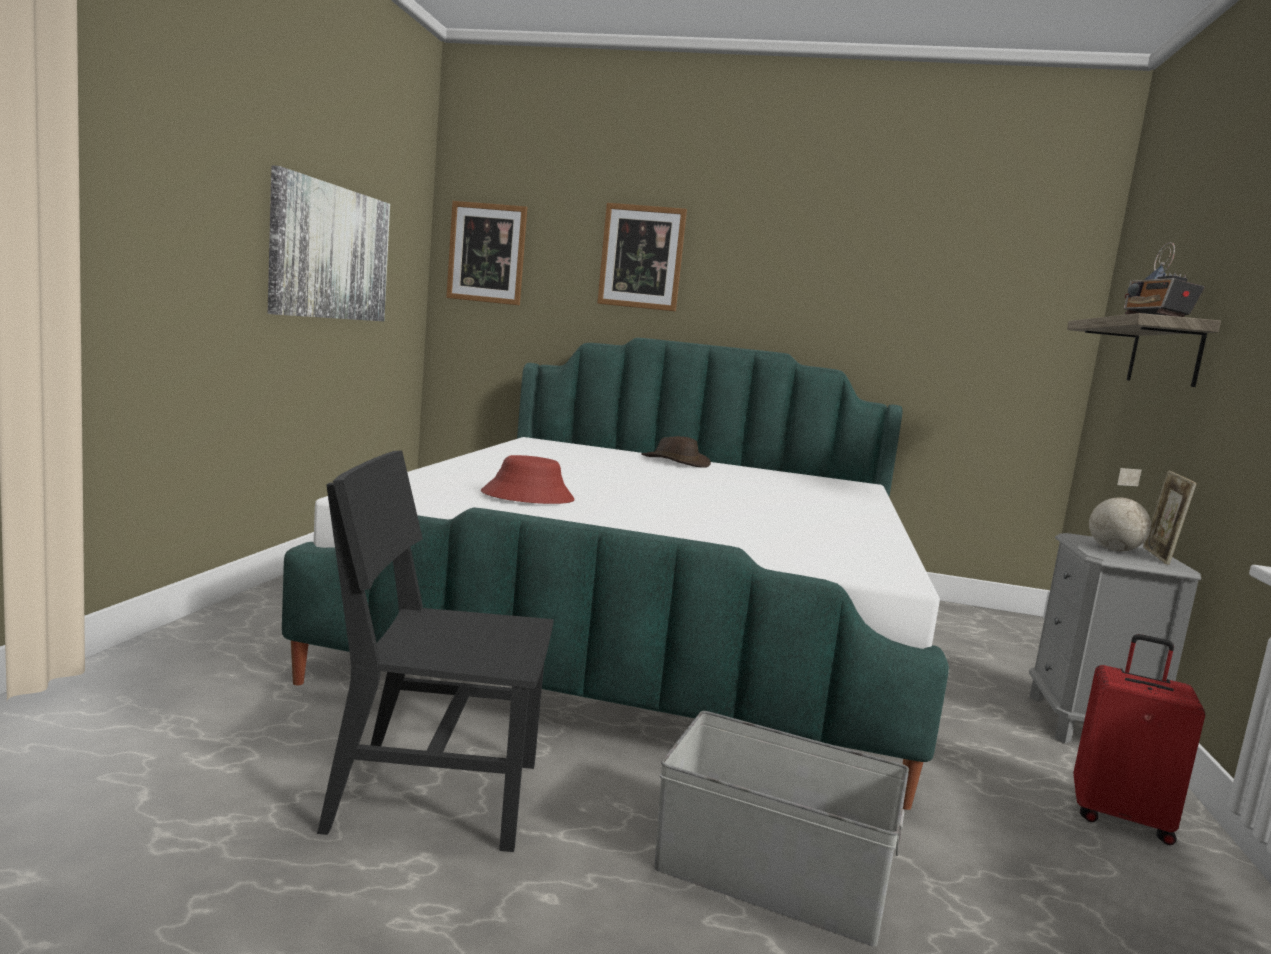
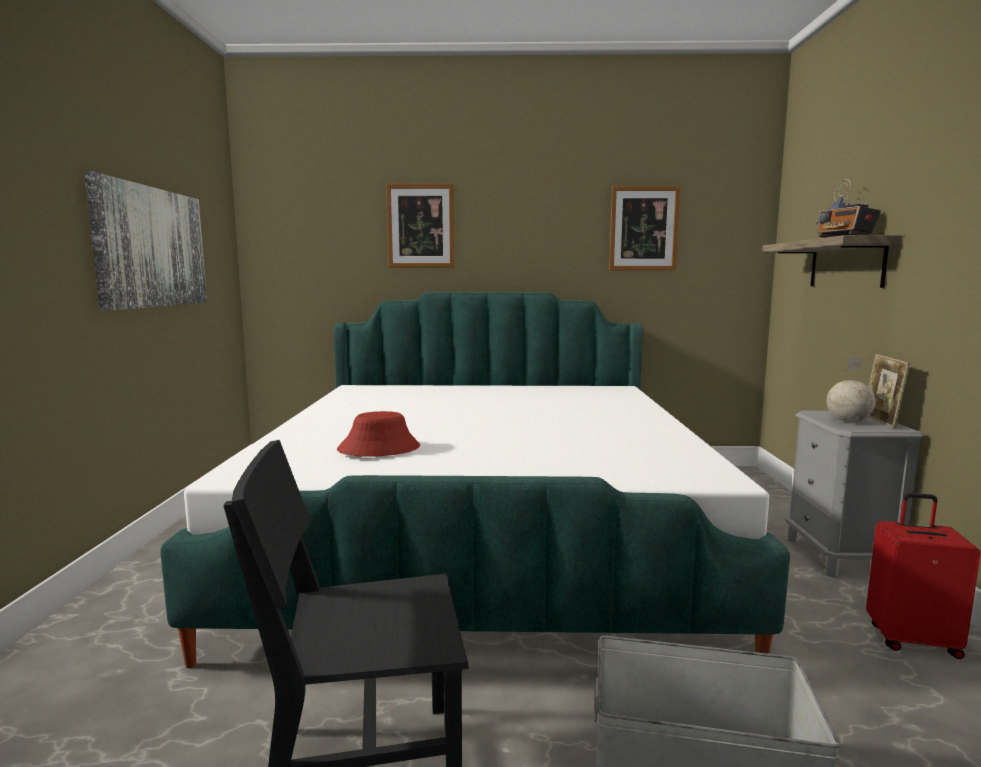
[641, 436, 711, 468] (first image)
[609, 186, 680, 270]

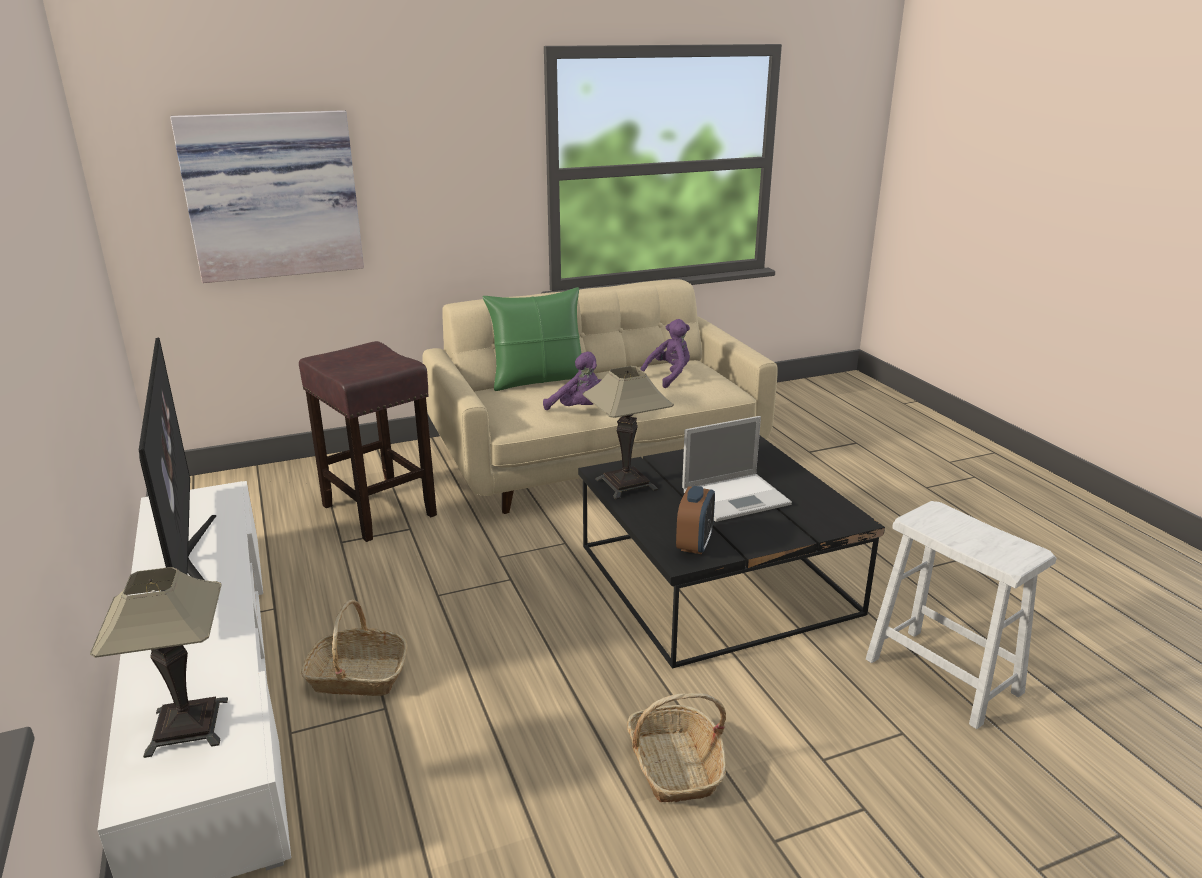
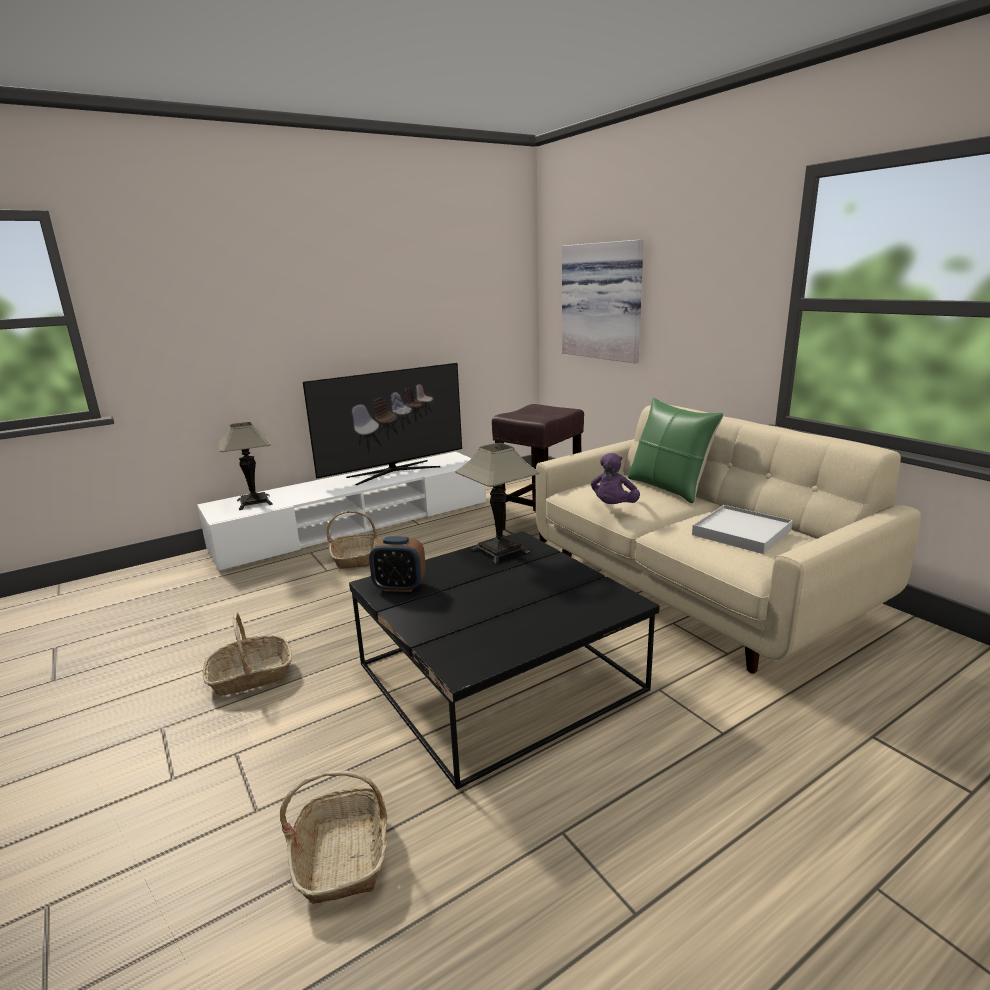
[682, 416, 792, 522] (first image)
[692, 505, 793, 554]
[280, 770, 387, 904]

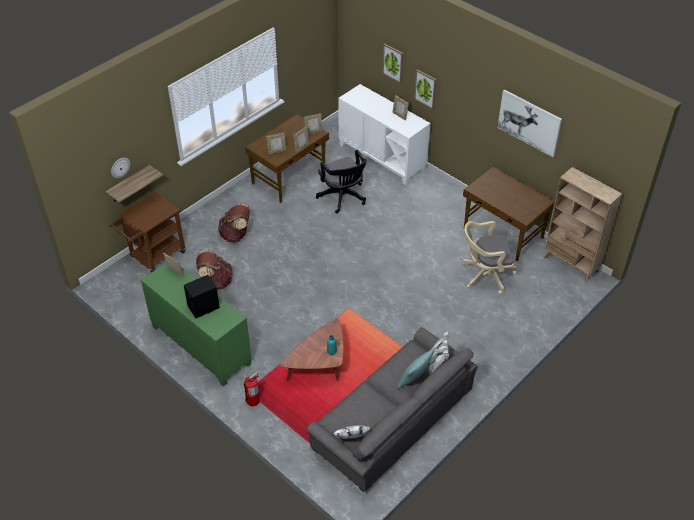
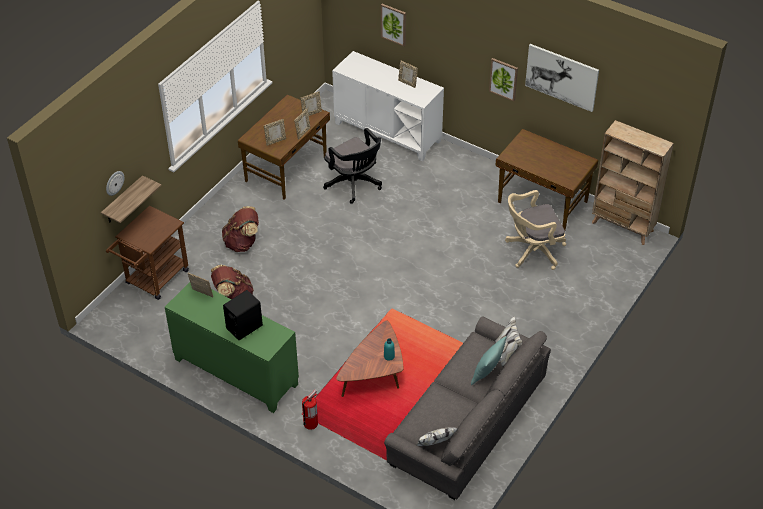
[489, 58, 518, 101]

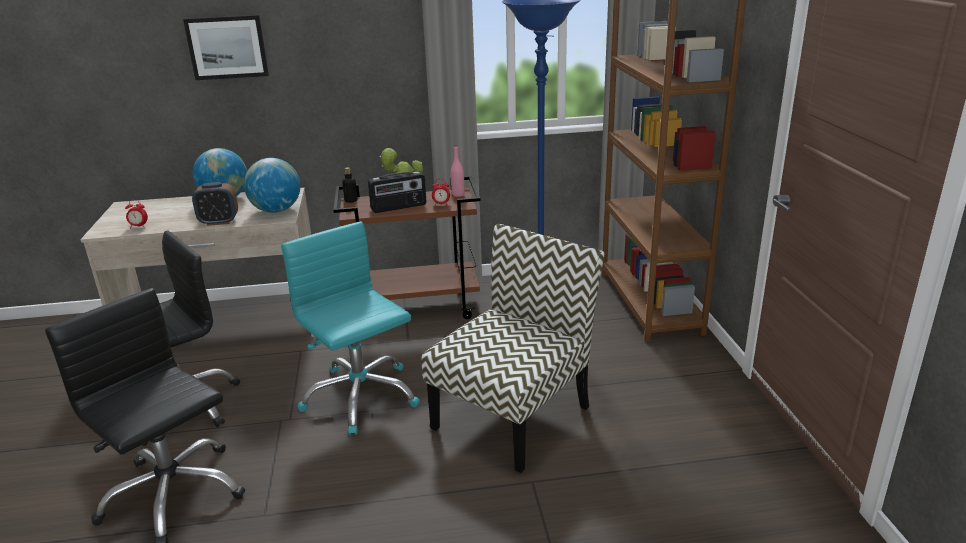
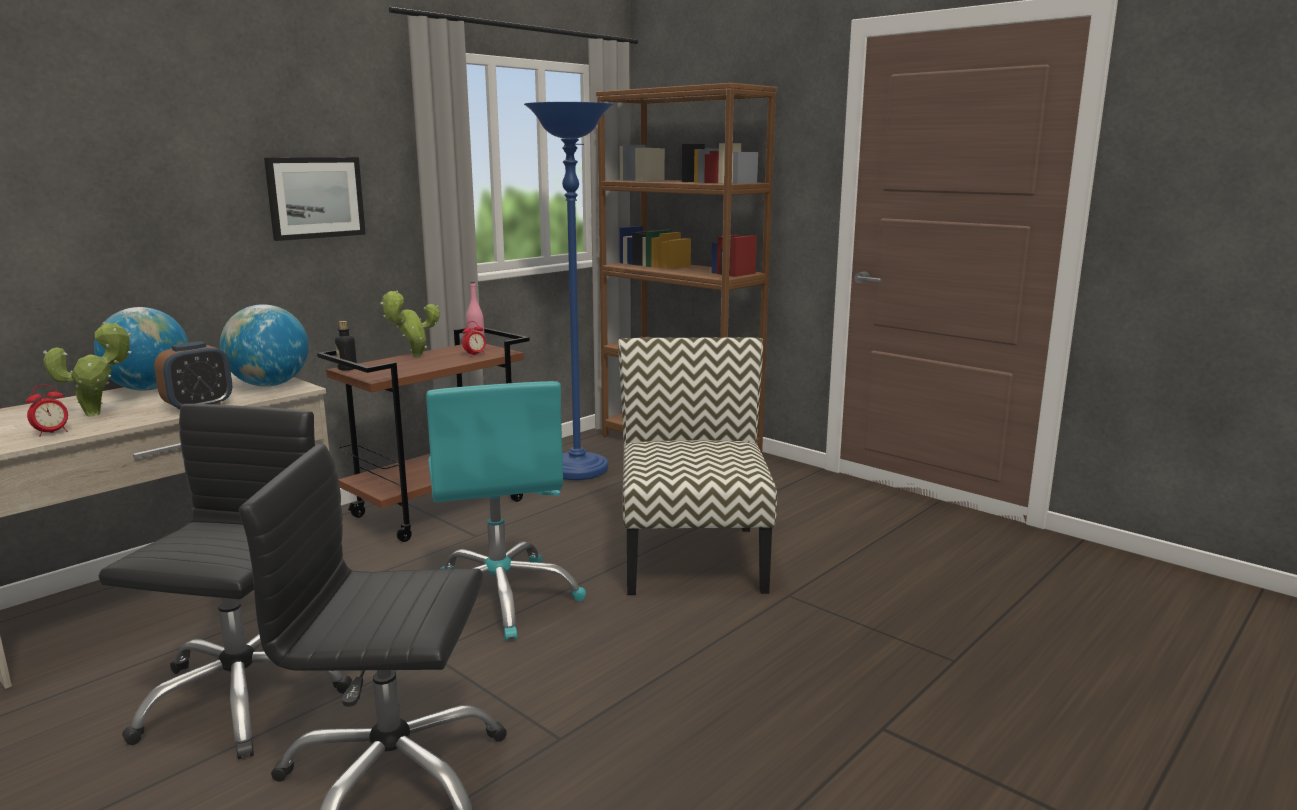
[368, 171, 426, 213] (first image)
[43, 321, 132, 417]
[264, 157, 366, 241]
[426, 381, 586, 641]

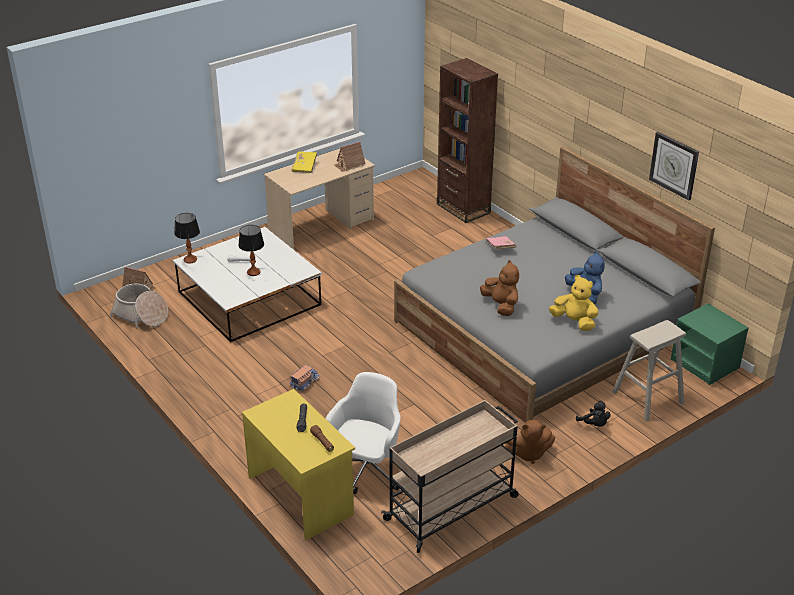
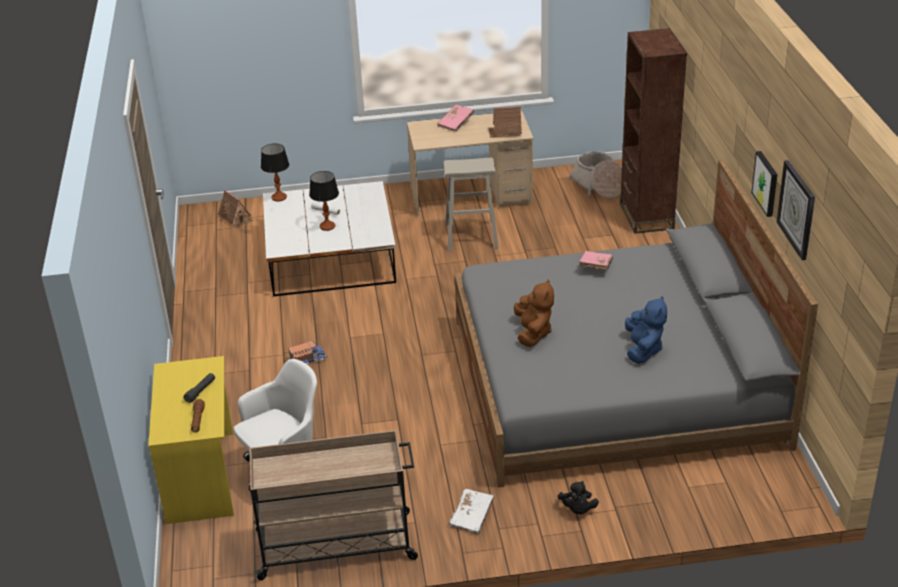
[549, 275, 598, 331] (first image)
[671, 303, 749, 385] (first image)
[751, 151, 777, 217]
[568, 151, 622, 198]
[443, 158, 499, 251]
[449, 489, 494, 534]
[437, 105, 474, 132]

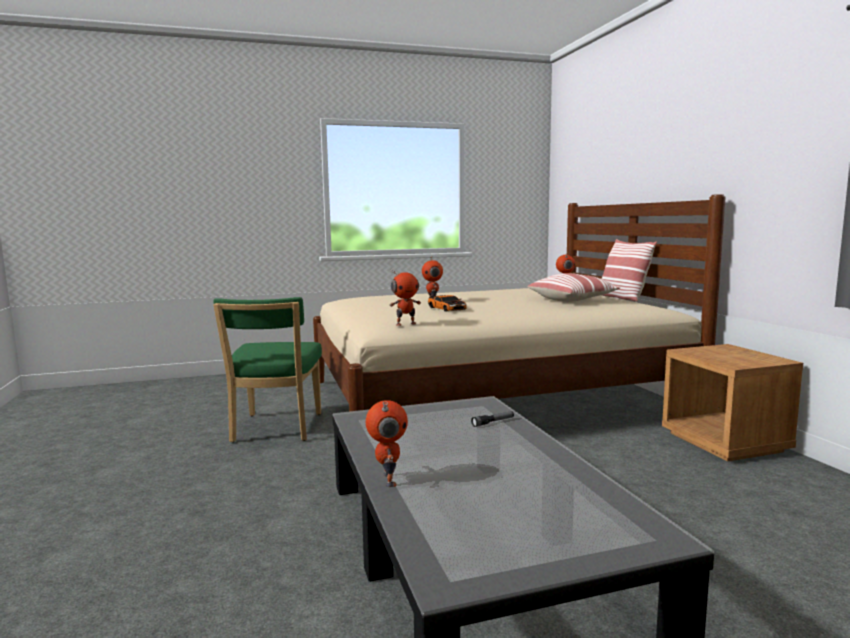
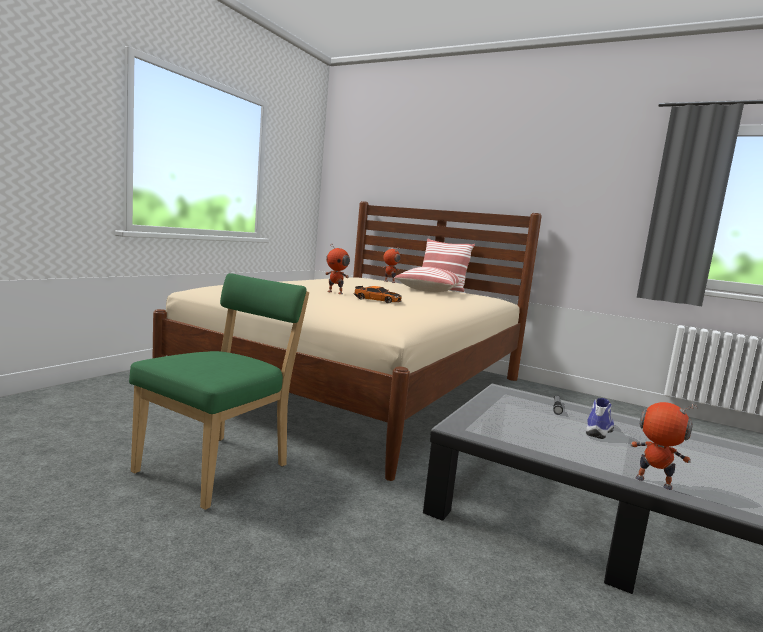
[389, 269, 421, 326] (first image)
[662, 344, 803, 461] (first image)
[586, 398, 614, 439]
[129, 273, 309, 510]

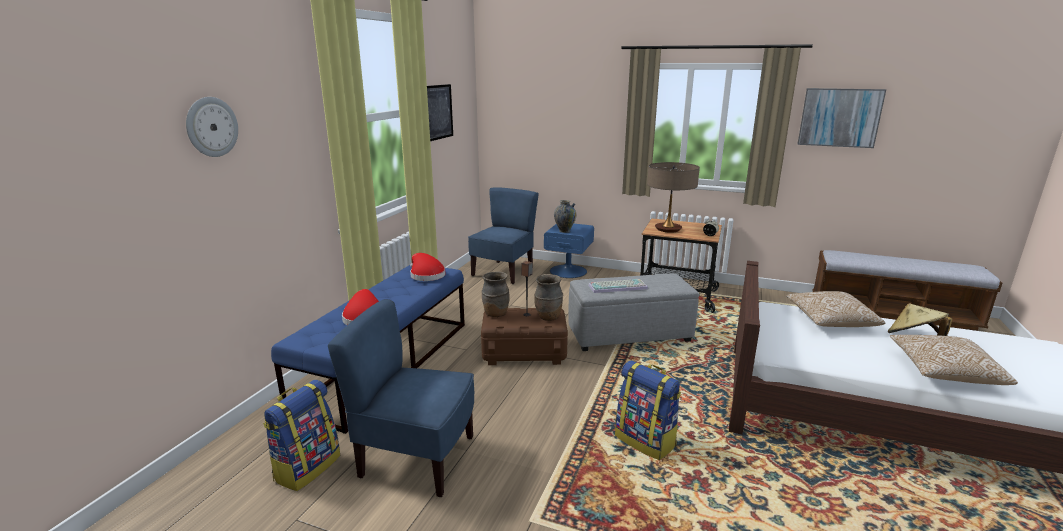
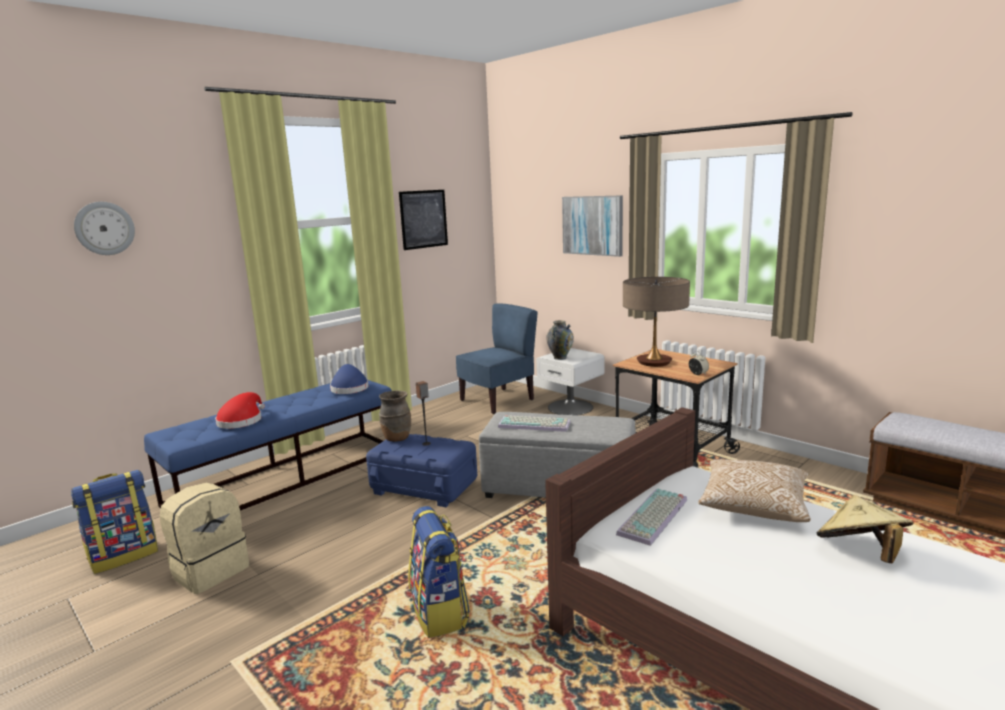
[534, 274, 563, 321] (first image)
[890, 335, 1018, 385] (first image)
[616, 489, 687, 546]
[562, 195, 623, 257]
[160, 483, 249, 594]
[330, 364, 368, 394]
[366, 434, 477, 507]
[536, 348, 605, 415]

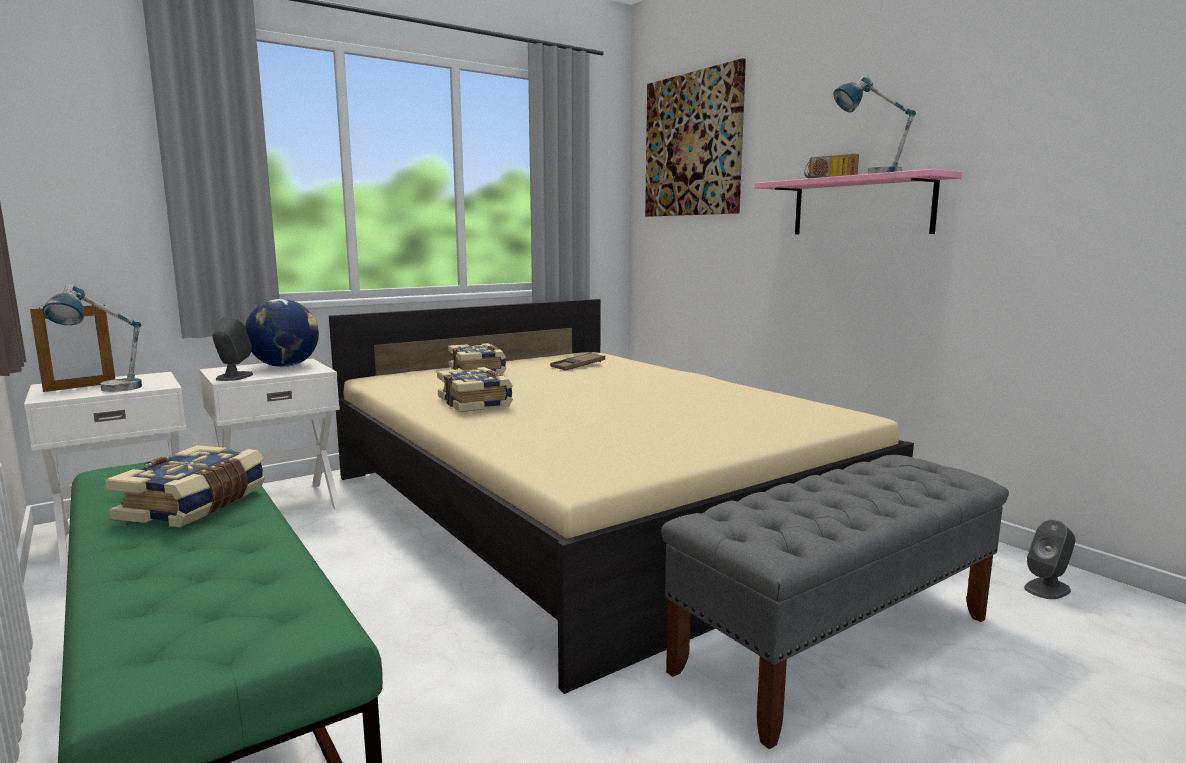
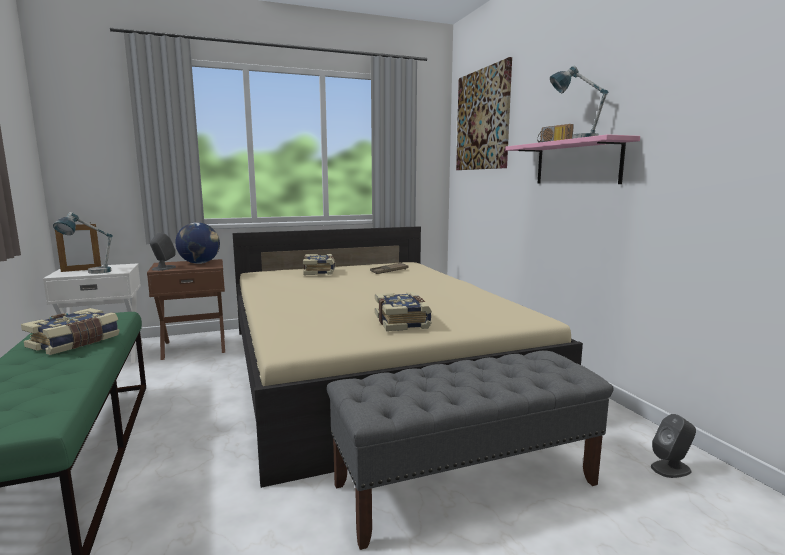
[375, 292, 432, 331]
[147, 259, 225, 360]

